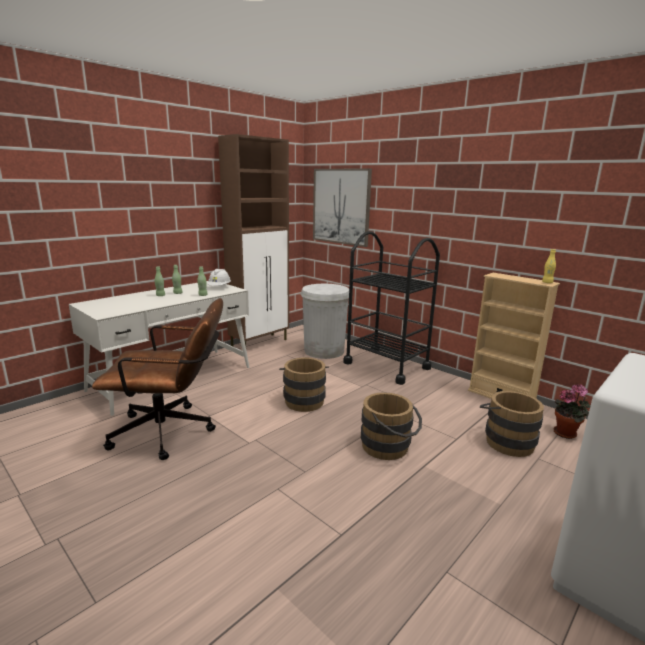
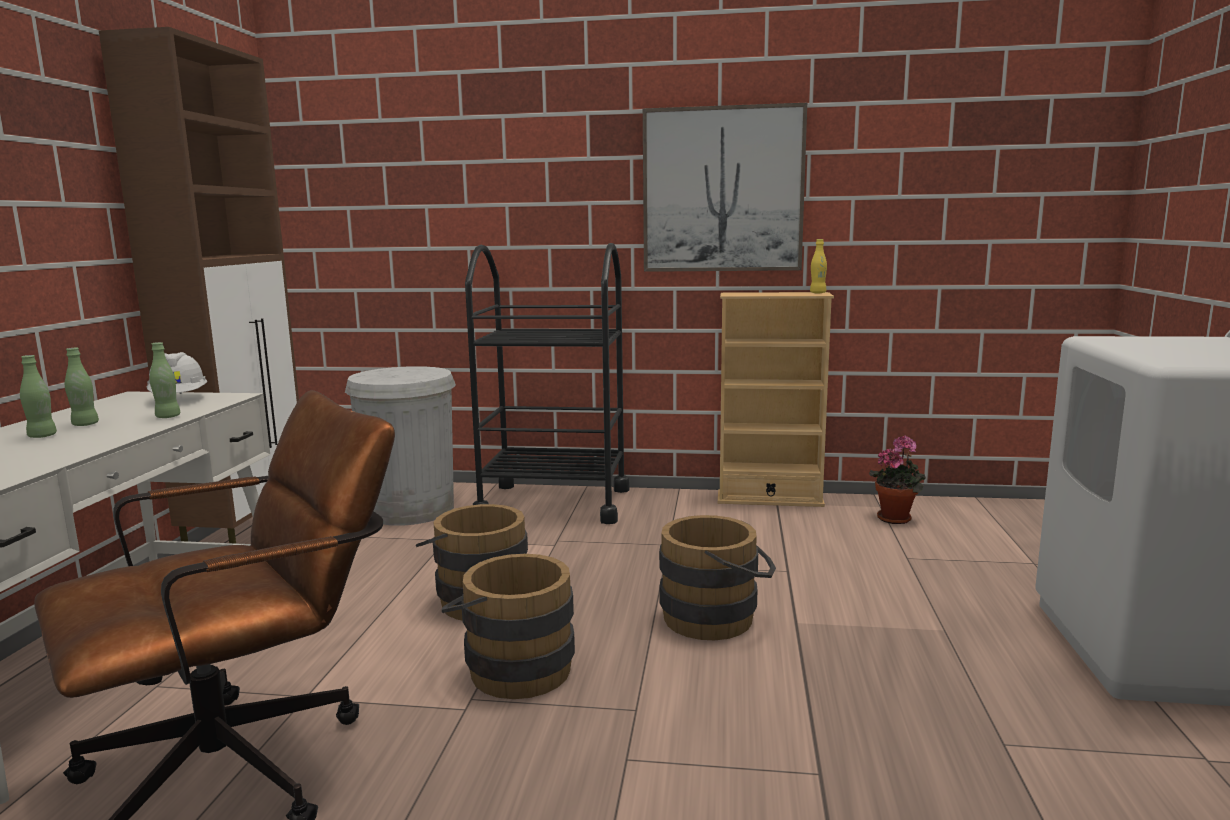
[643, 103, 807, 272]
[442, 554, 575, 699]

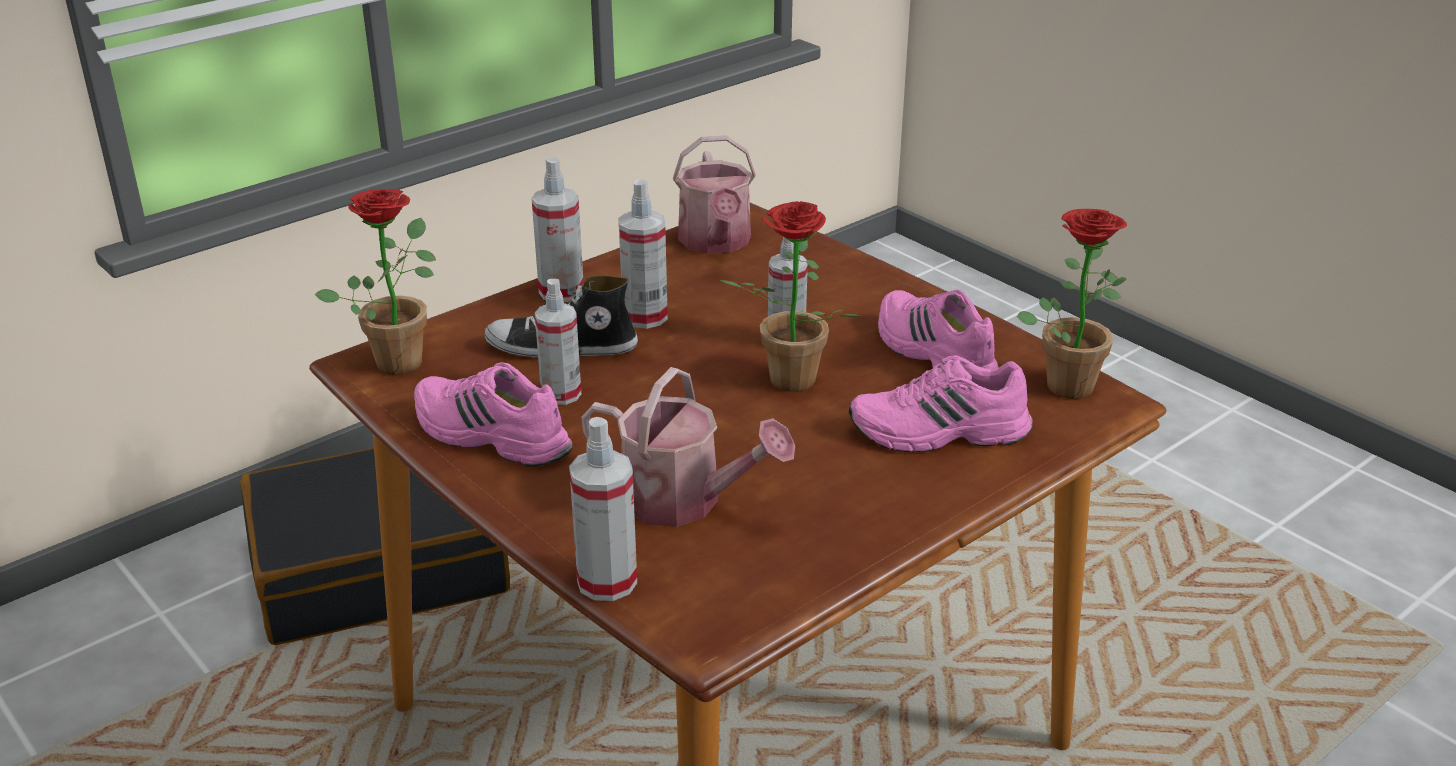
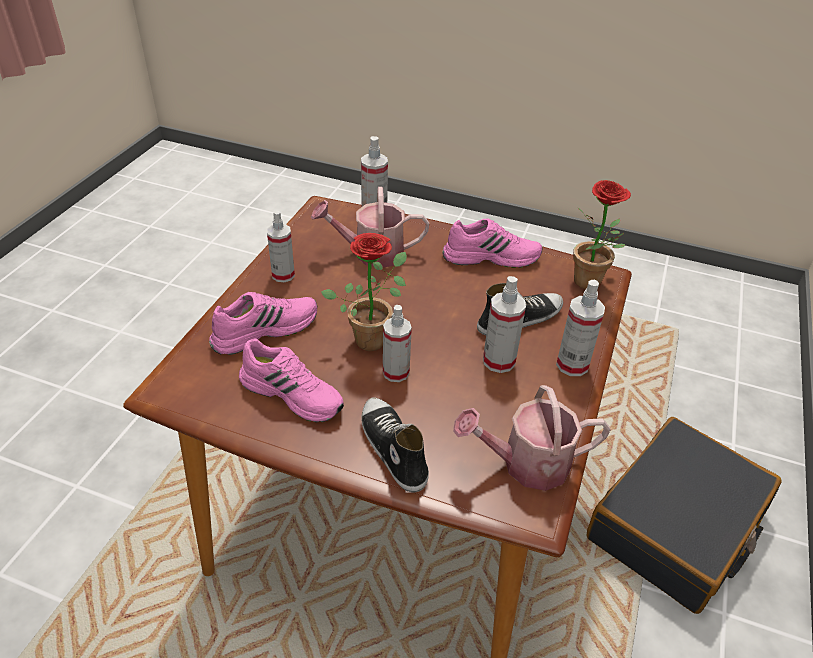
[1016, 209, 1127, 399] (first image)
[361, 397, 429, 492]
[267, 211, 295, 282]
[453, 385, 611, 491]

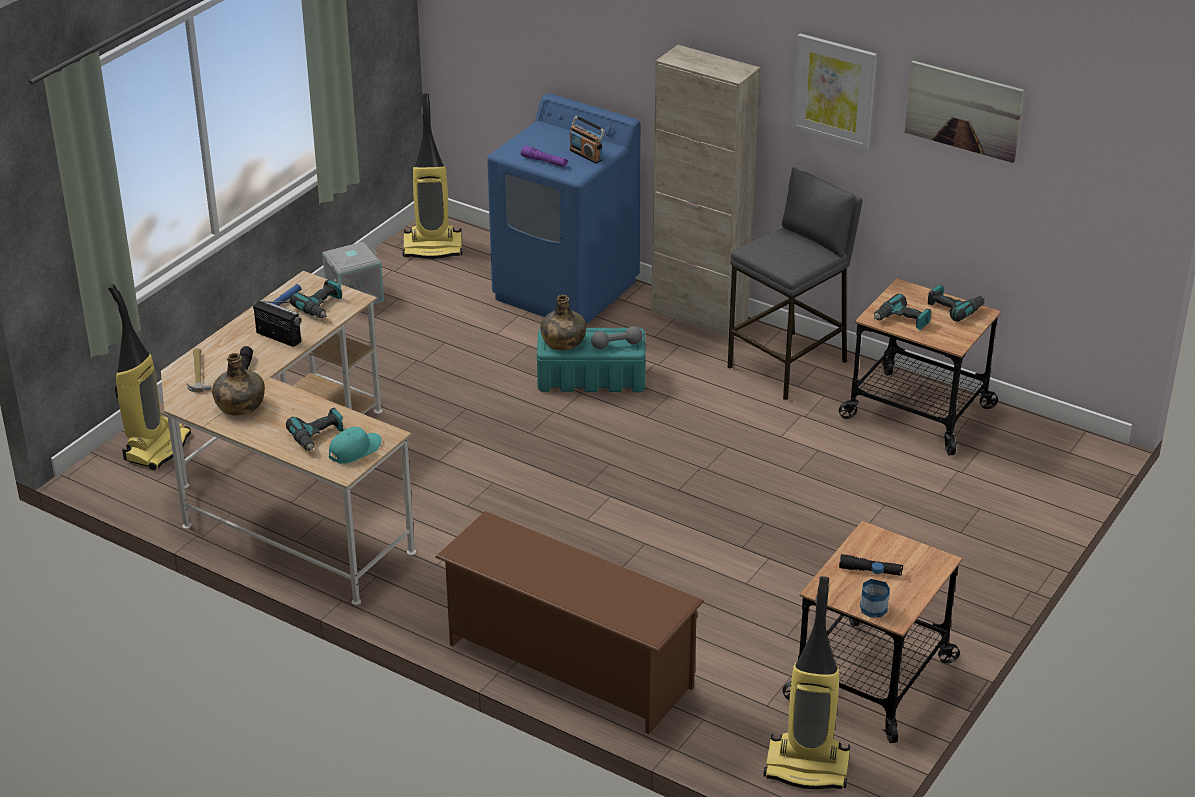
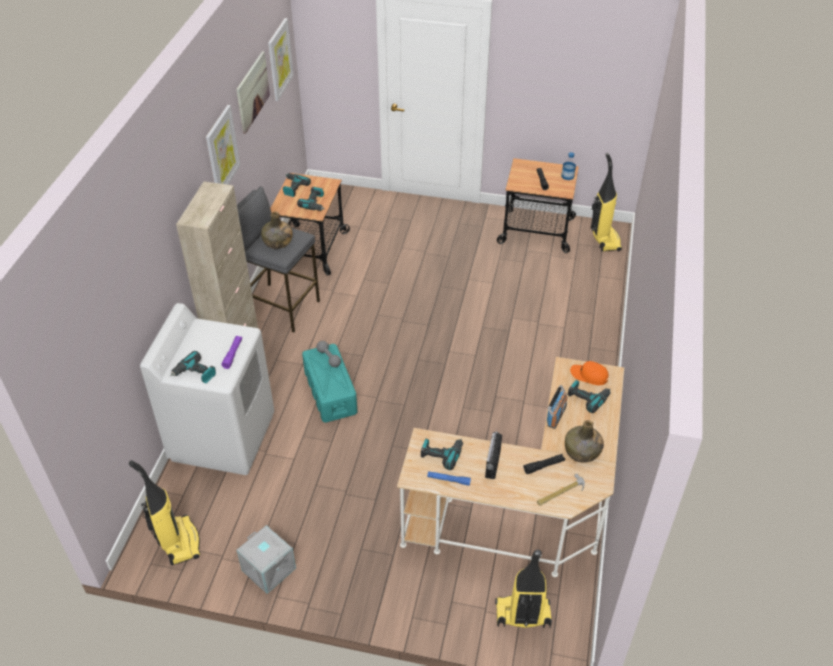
[435, 511, 704, 734] (first image)
[170, 351, 216, 383]
[268, 18, 294, 101]
[261, 212, 293, 249]
[547, 385, 567, 429]
[570, 361, 608, 385]
[140, 303, 274, 475]

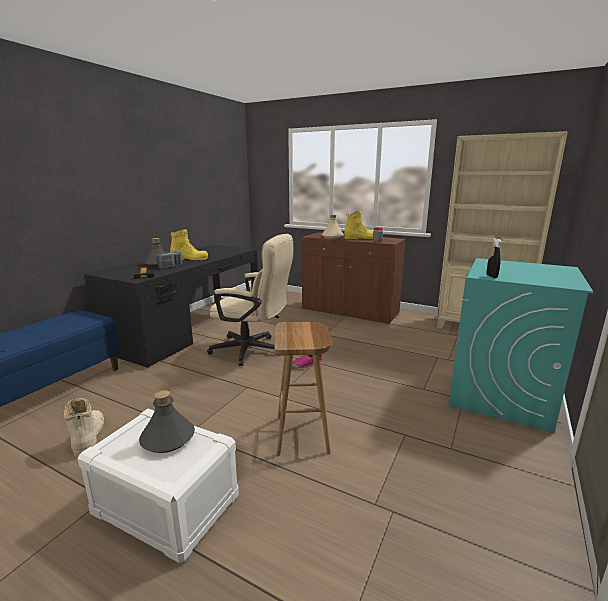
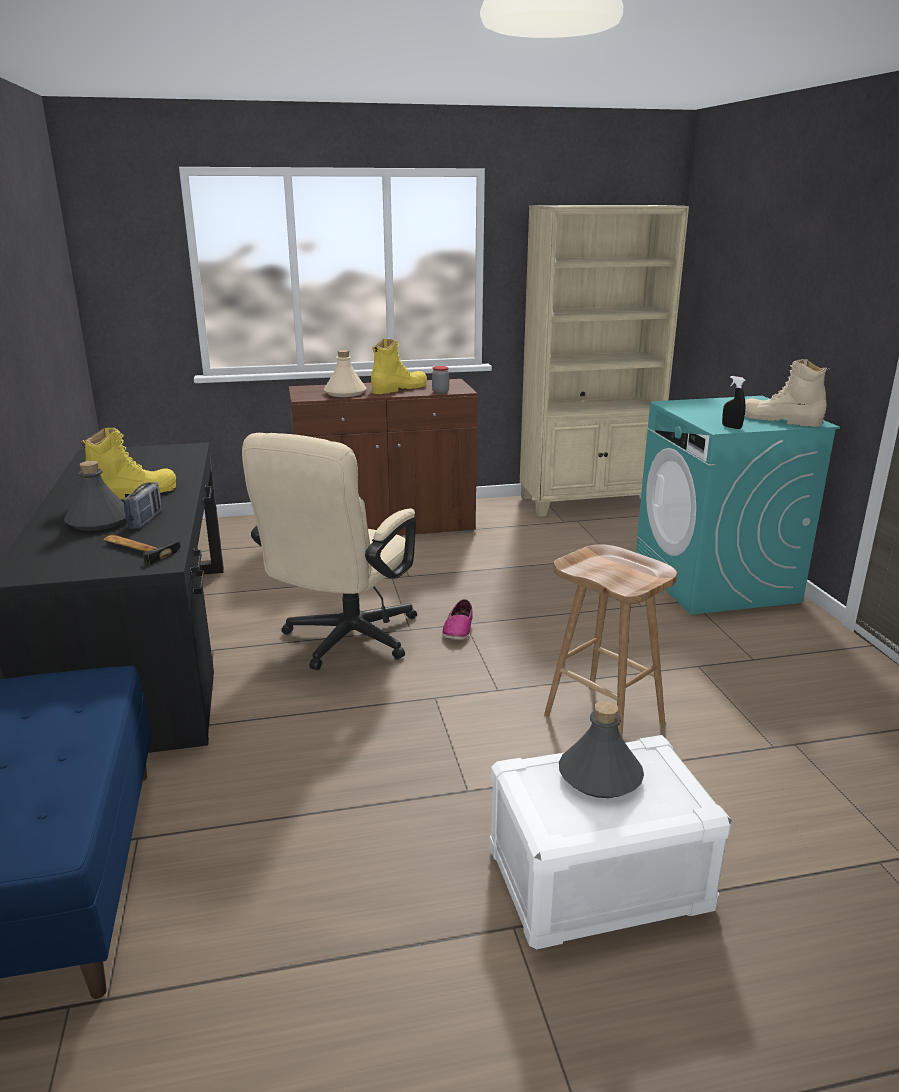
[744, 360, 829, 427]
[242, 433, 417, 670]

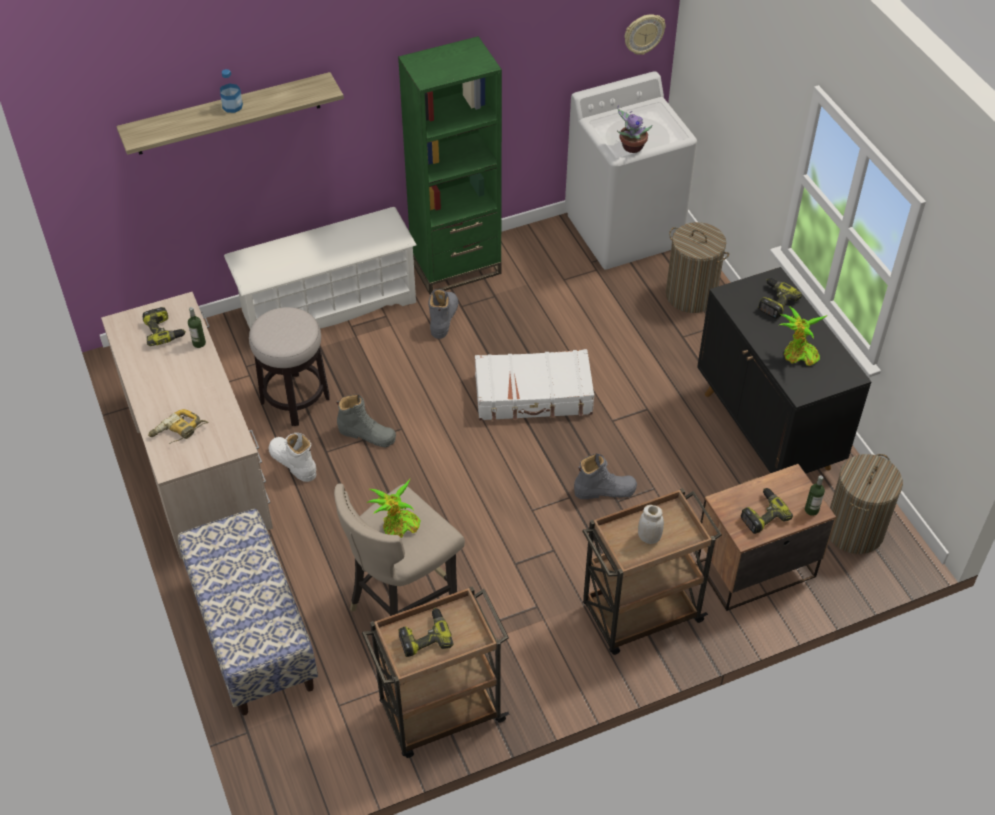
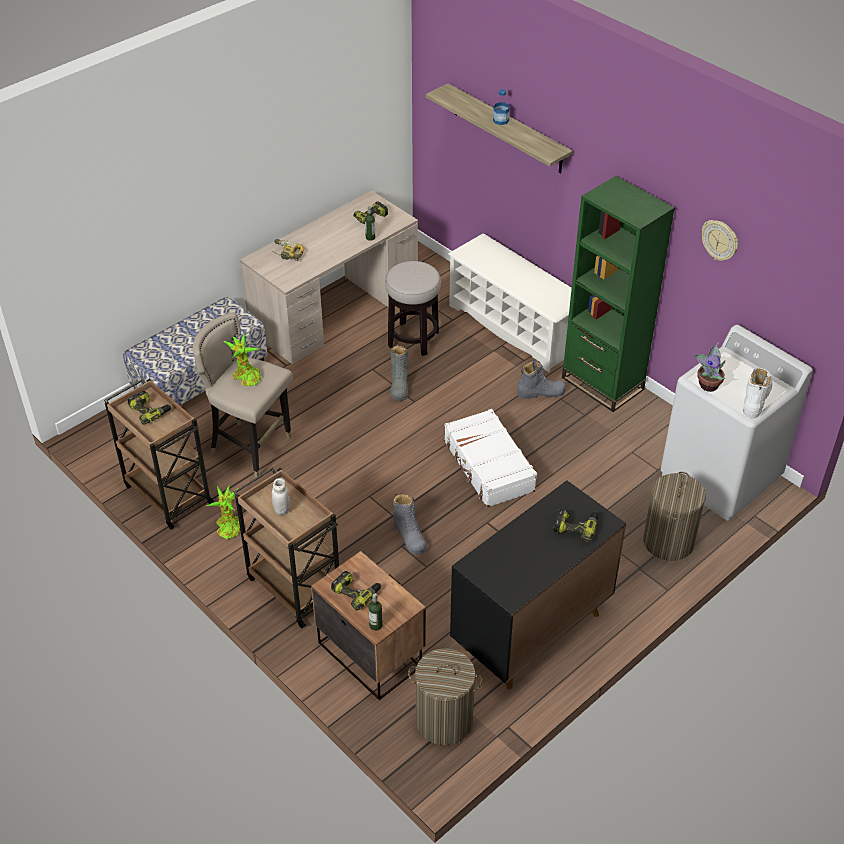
[743, 368, 772, 419]
[702, 220, 738, 261]
[206, 485, 240, 539]

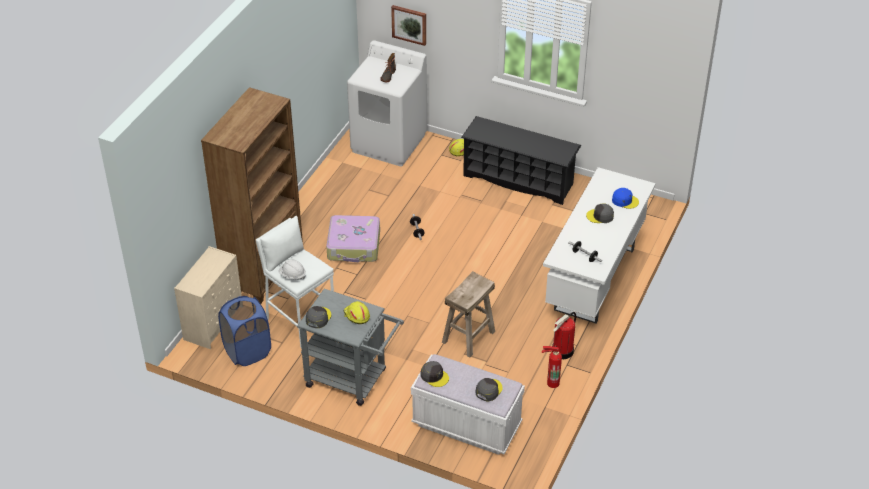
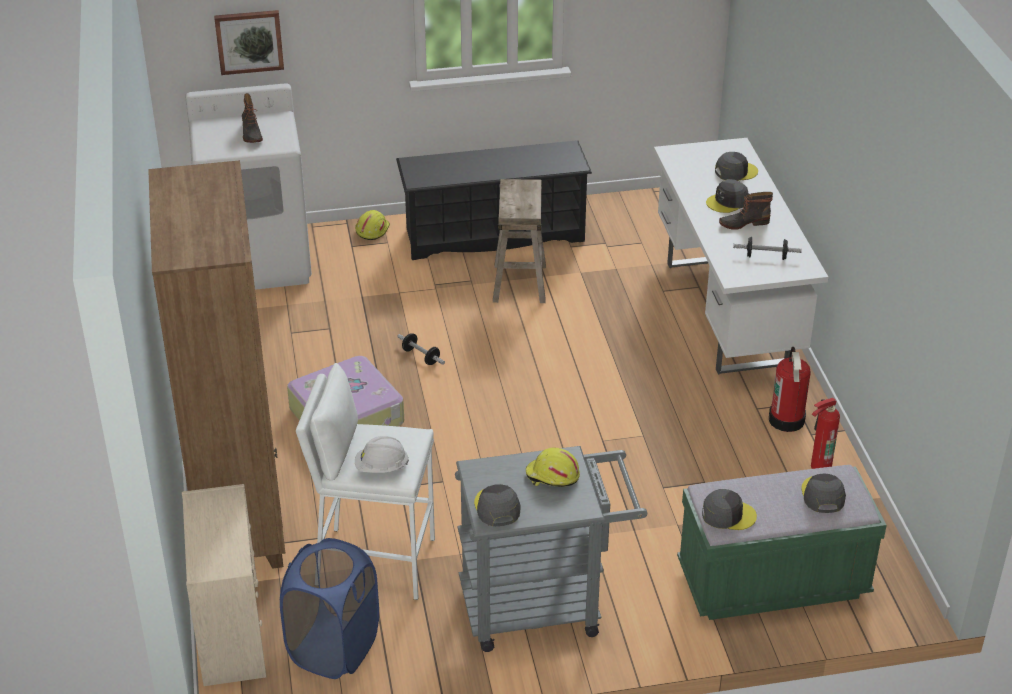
[719, 192, 773, 230]
[493, 179, 546, 303]
[677, 465, 887, 620]
[715, 152, 758, 181]

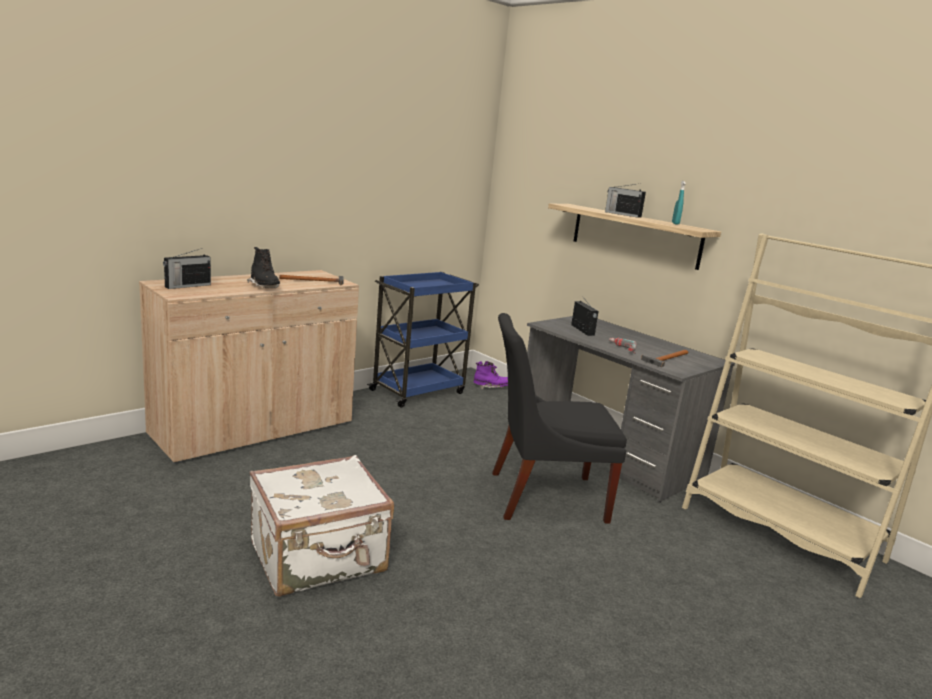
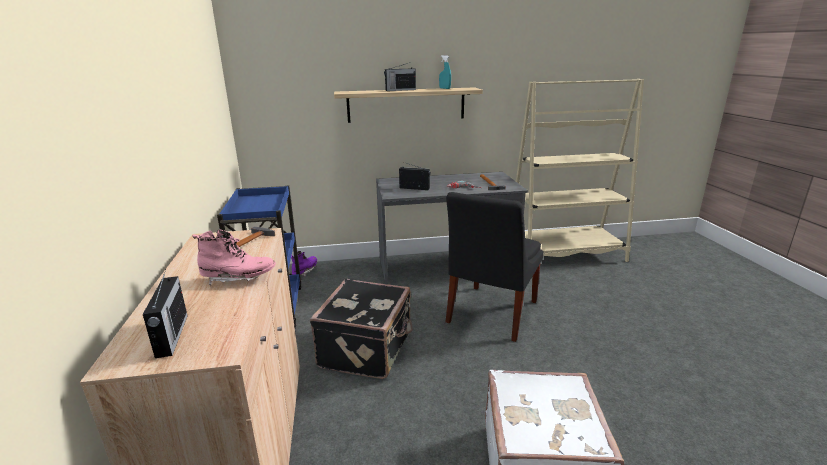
[310, 279, 413, 379]
[192, 230, 276, 286]

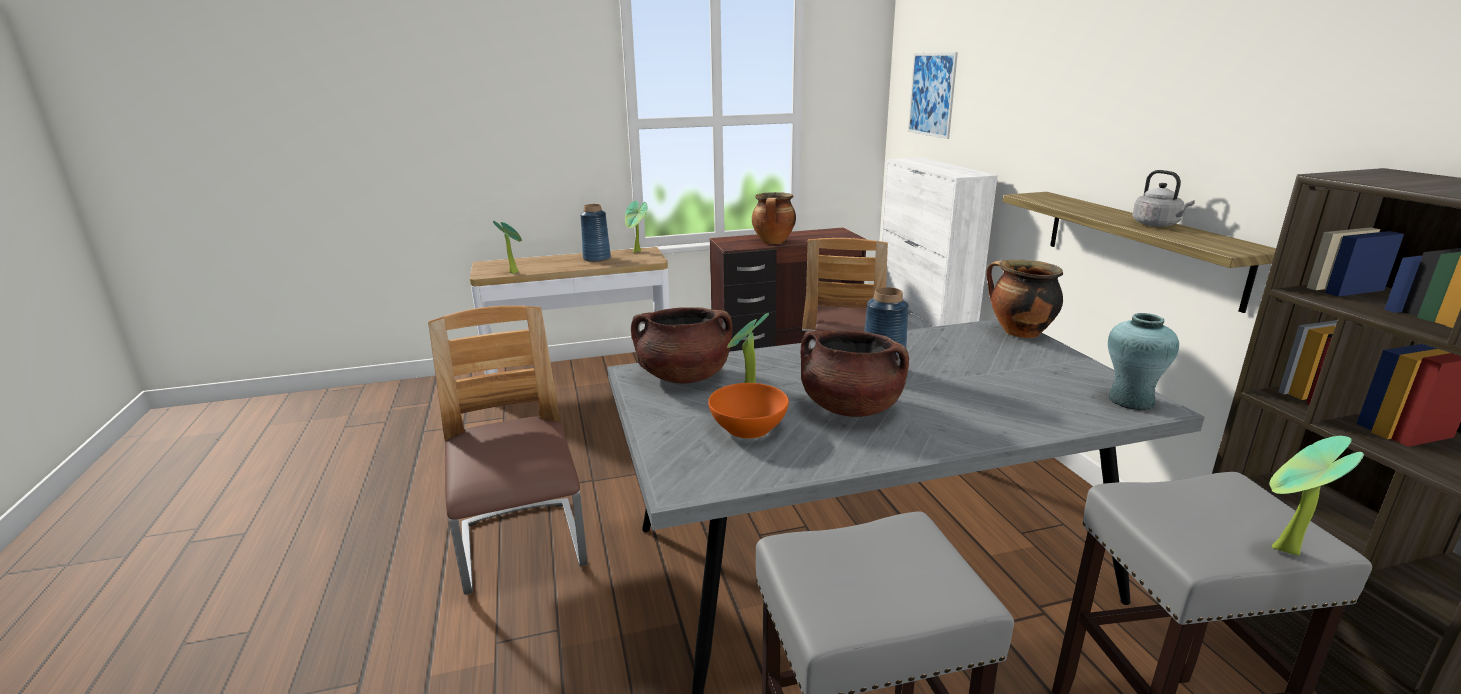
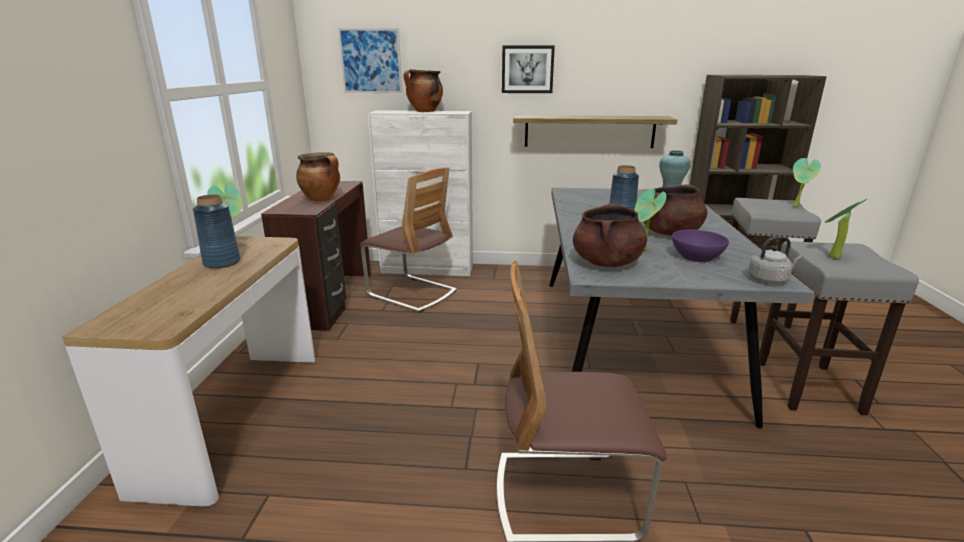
[502, 46, 555, 93]
[824, 199, 867, 259]
[403, 69, 443, 112]
[748, 236, 803, 284]
[672, 230, 729, 262]

